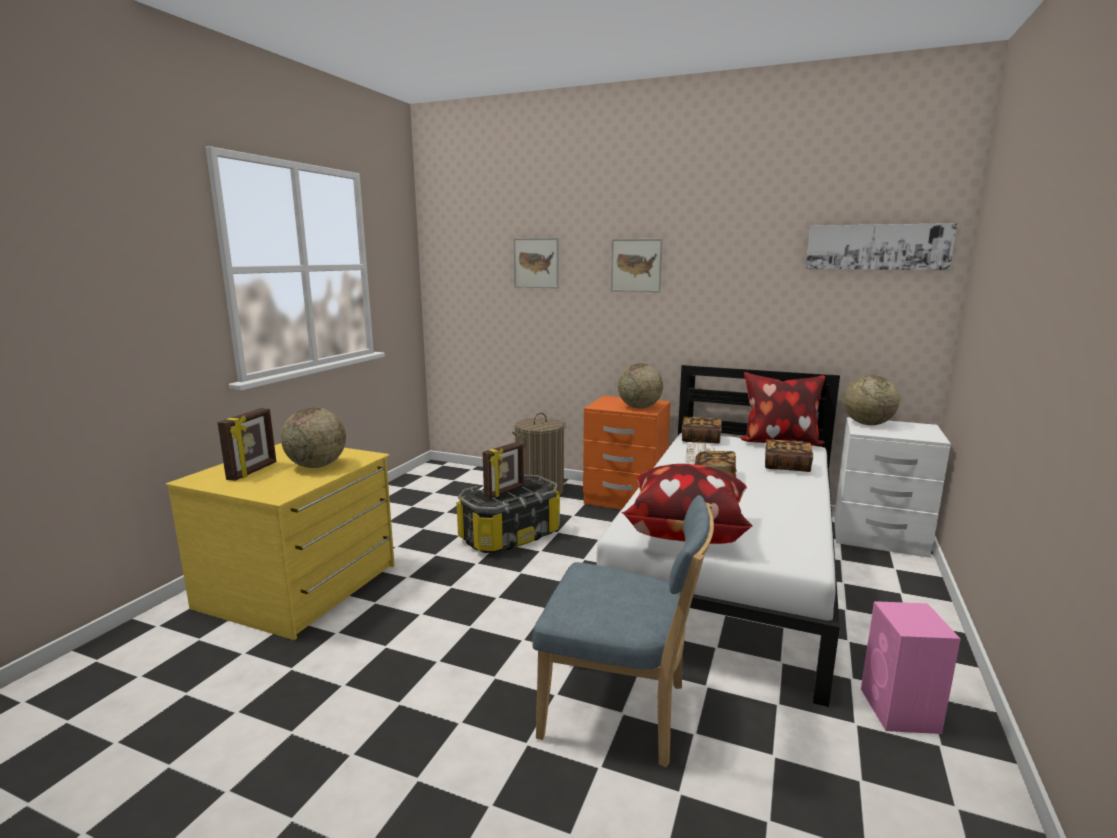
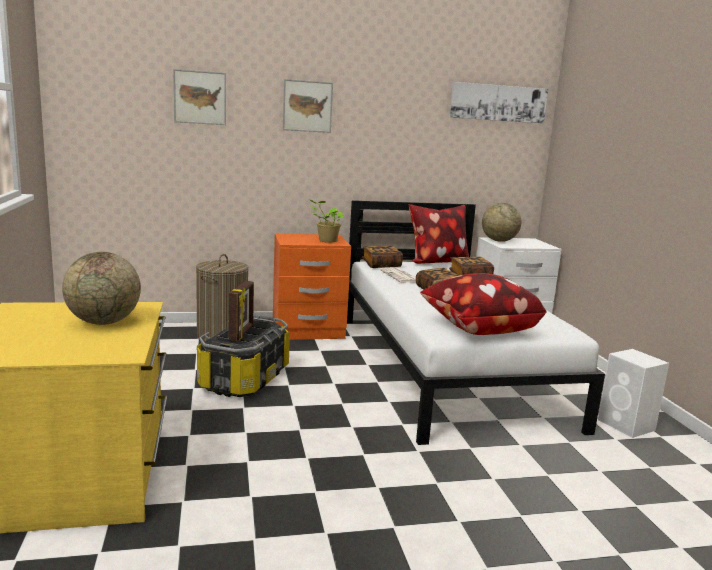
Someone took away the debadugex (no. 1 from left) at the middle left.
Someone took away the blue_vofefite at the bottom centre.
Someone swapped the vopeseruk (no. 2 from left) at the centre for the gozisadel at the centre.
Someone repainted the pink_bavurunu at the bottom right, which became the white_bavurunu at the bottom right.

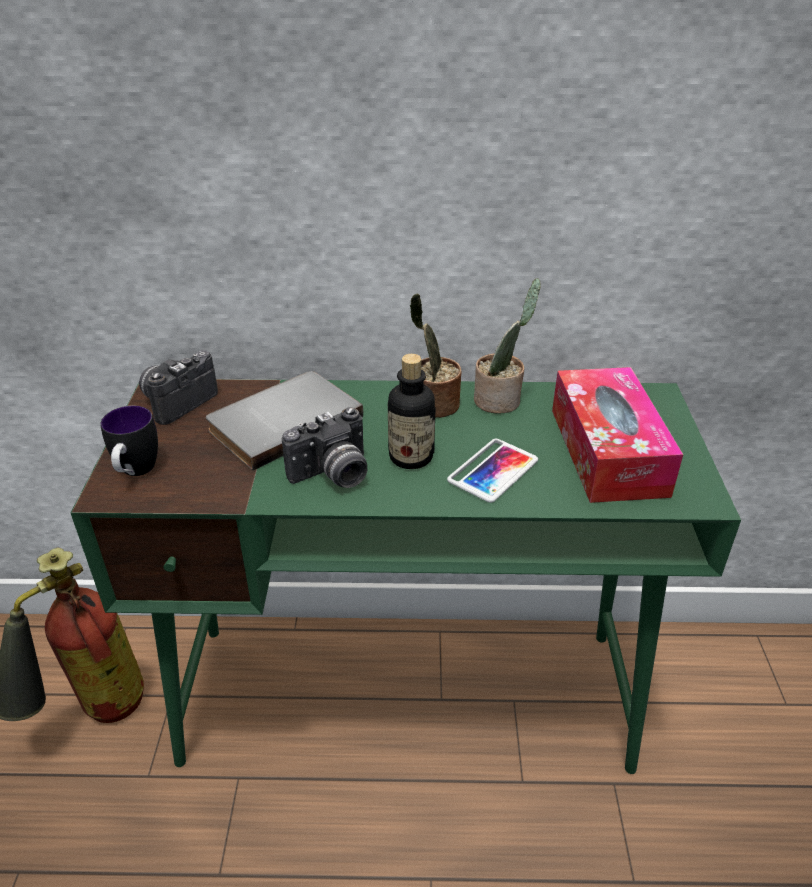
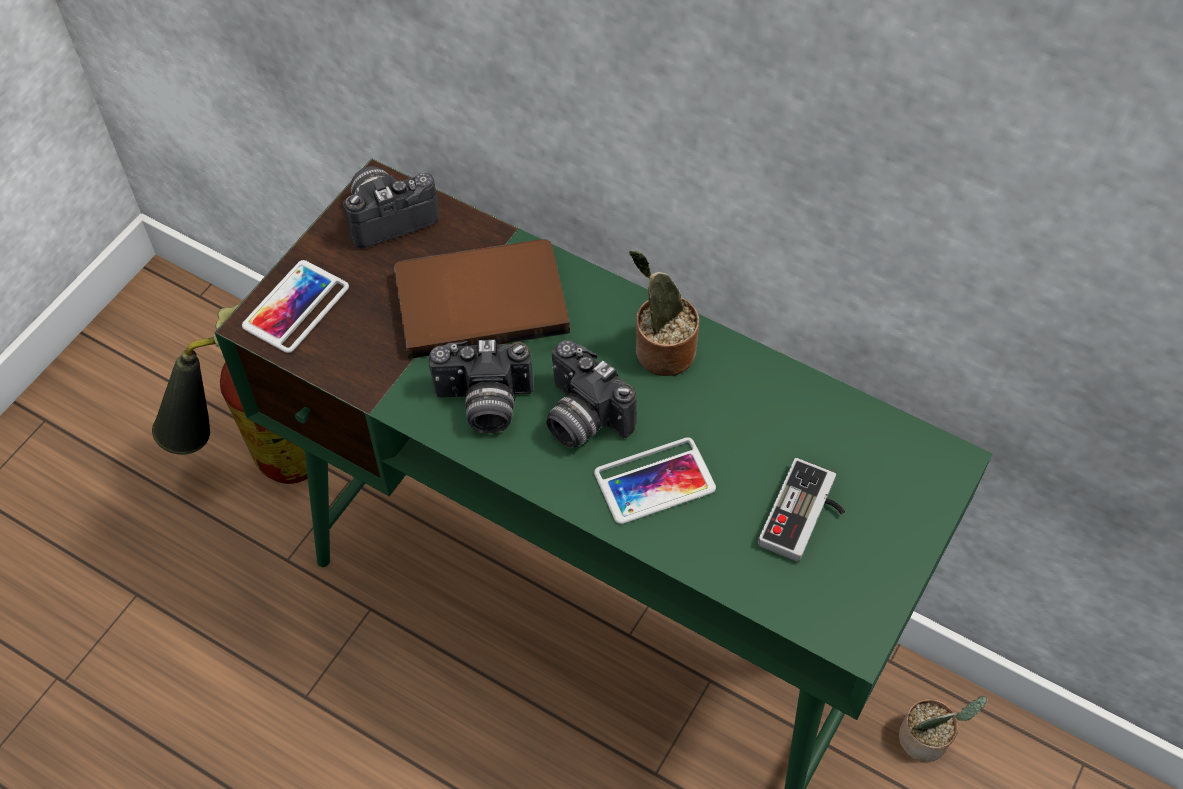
Someone swapped the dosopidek at the middle left for the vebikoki (no. 1 from left) at the middle left.
Someone repainted the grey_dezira at the centre, which became the brown_dezira at the centre.
Someone swapped the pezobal at the centre for the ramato (no. 3 from left) at the centre.
Someone carried the gozisadel (no. 2 from left) from the centre to the bottom right.
Someone swapped the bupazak at the middle right for the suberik at the middle right.

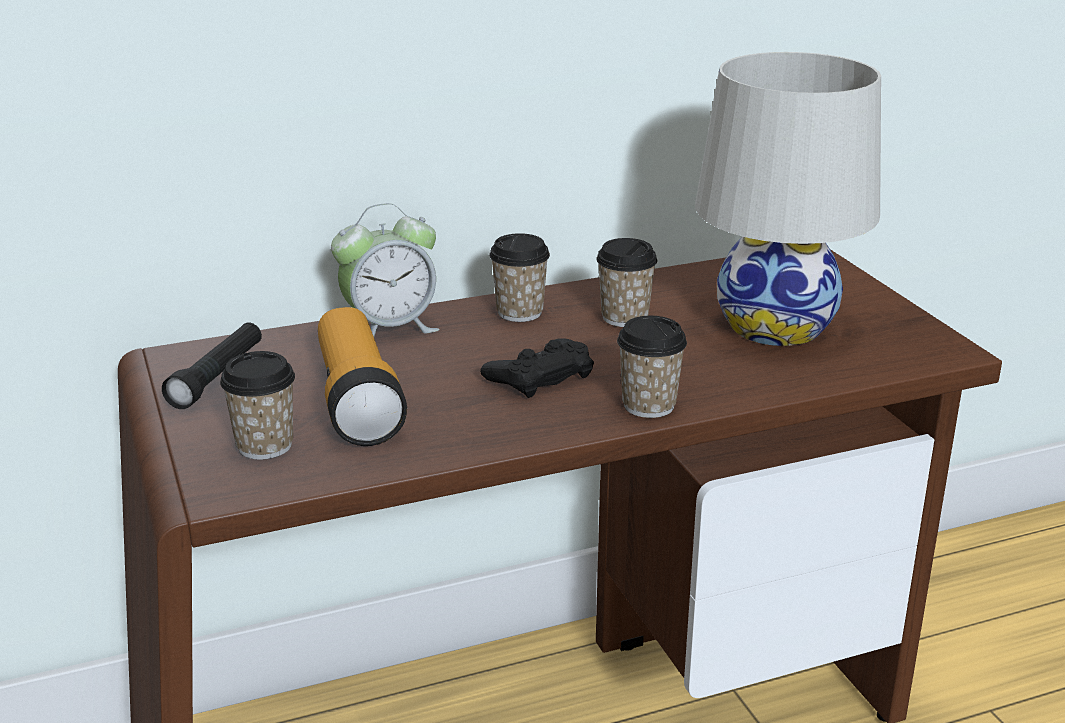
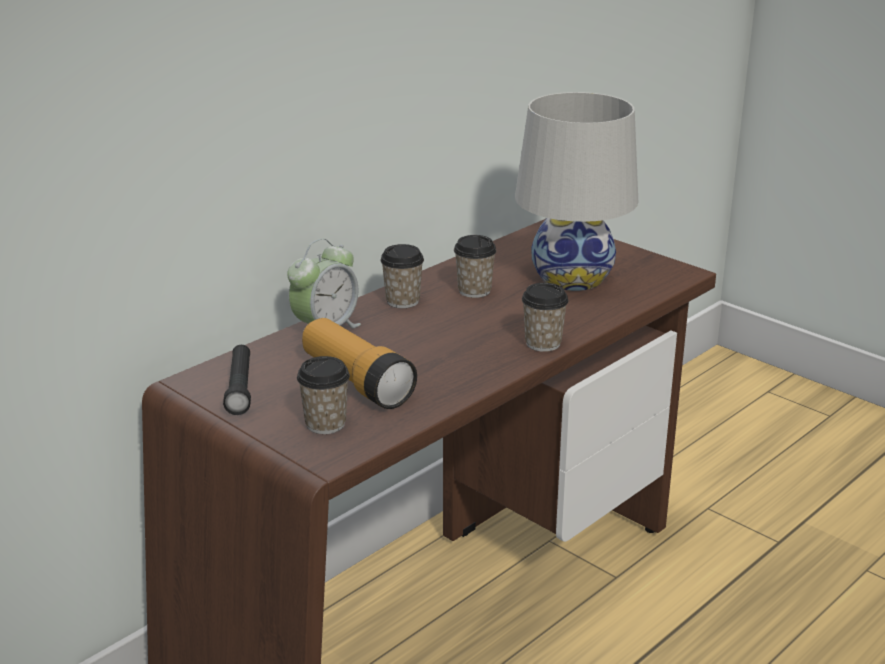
Someone took away the black_suberik at the centre.

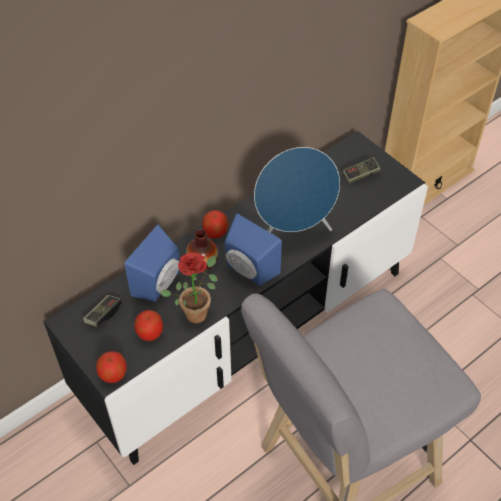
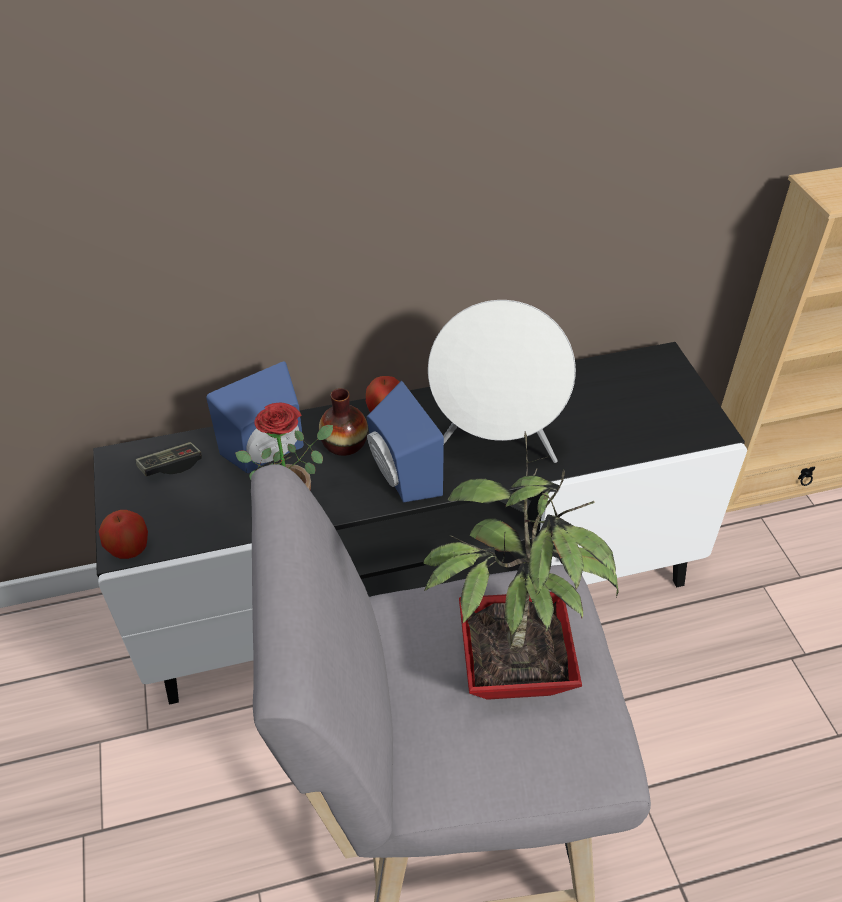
Someone took away the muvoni (no. 2 from left) at the middle left.
Someone repainted the blue_bavurunu (no. 3 from left) at the centre, which became the white_bavurunu at the centre.
Someone took away the suberik (no. 2 from left) at the middle right.
Someone put down the gozisadel (no. 2 from left) at the centre.

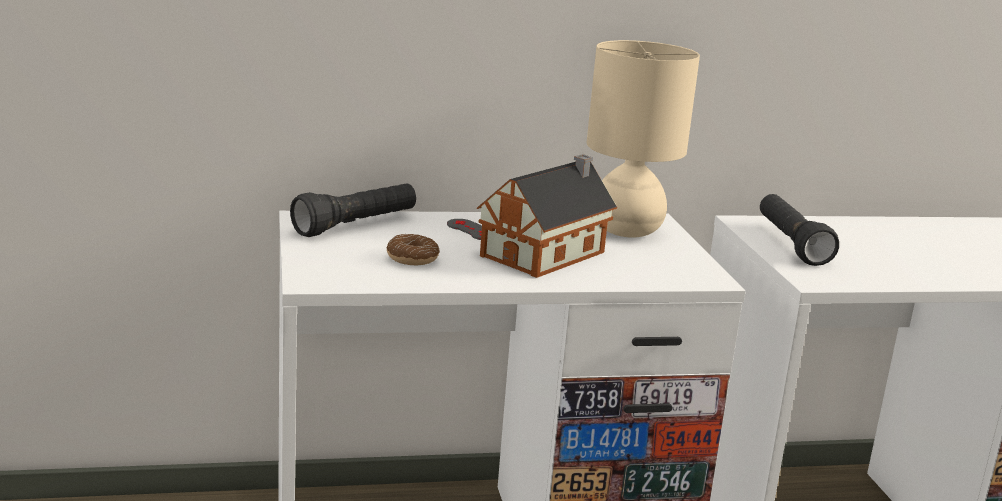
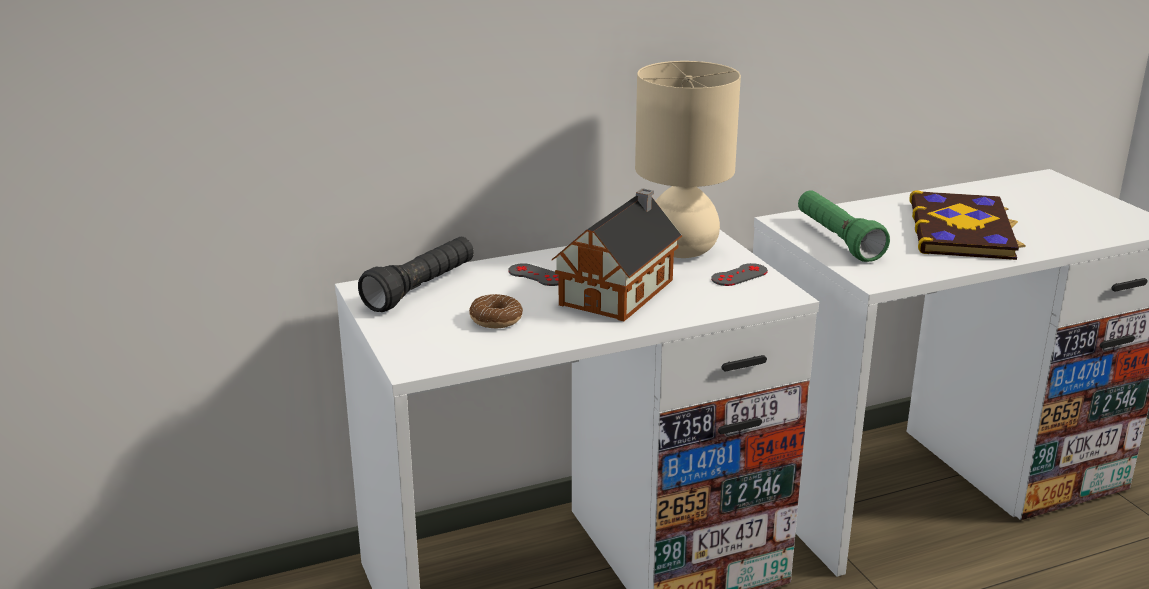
Someone repainted the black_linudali (no. 2 from left) at the middle right, which became the green_linudali at the middle right.
Someone put down the grey_suberik (no. 2 from left) at the centre.
Someone put down the dezira at the middle right.

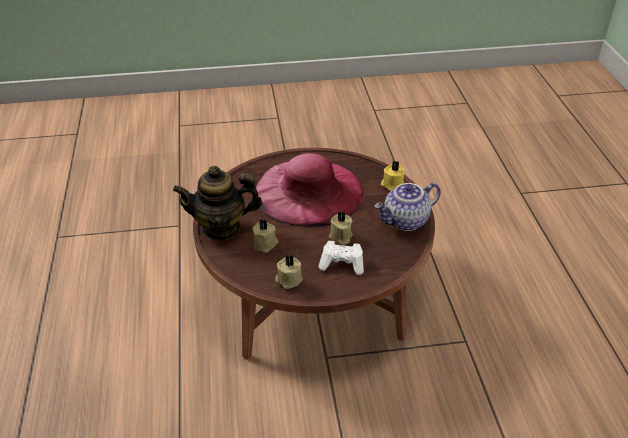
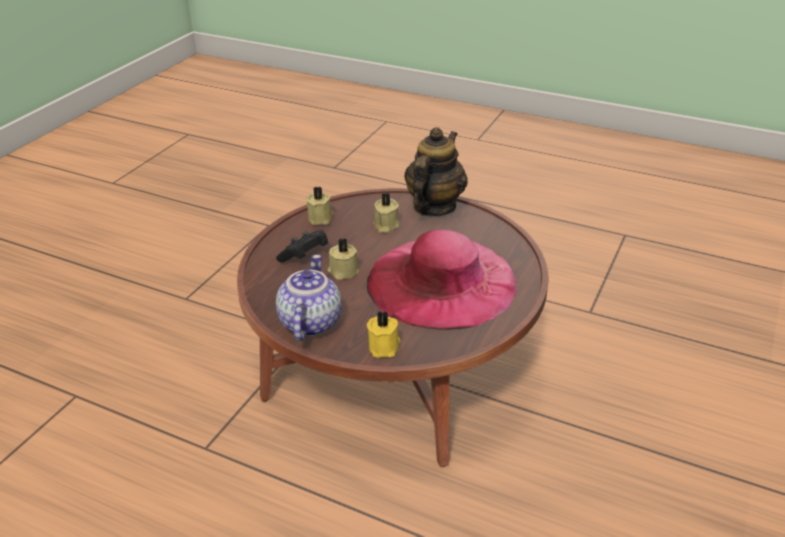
Someone repainted the white_suberik at the centre, which became the black_suberik at the centre.

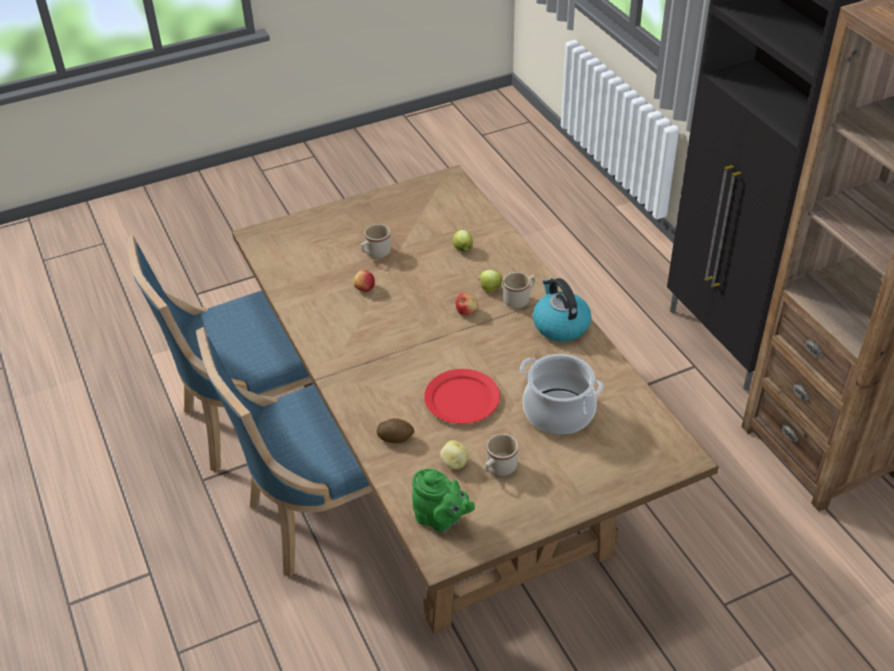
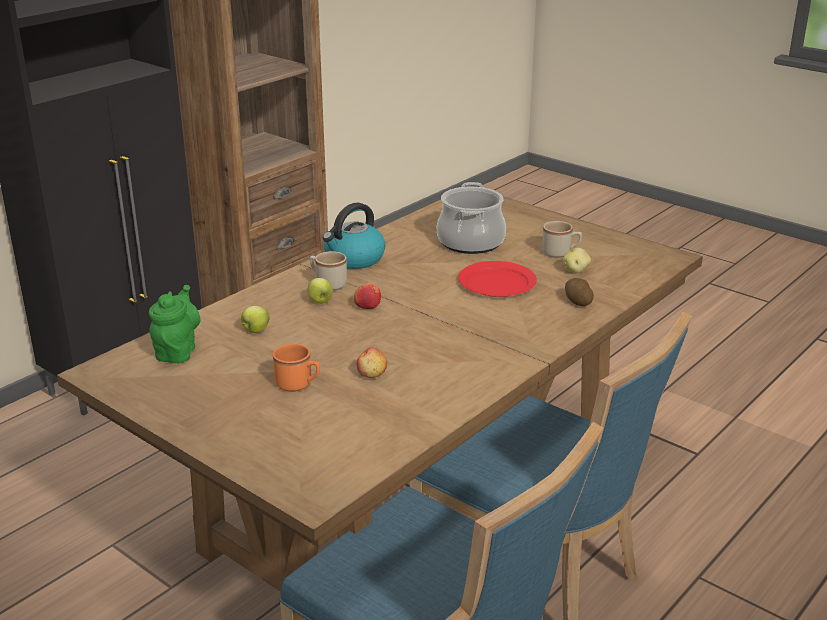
Someone repainted the beige_dosopidek (no. 1 from left) at the centre, which became the orange_dosopidek at the centre.
Someone carried the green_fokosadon from the bottom centre to the middle left.

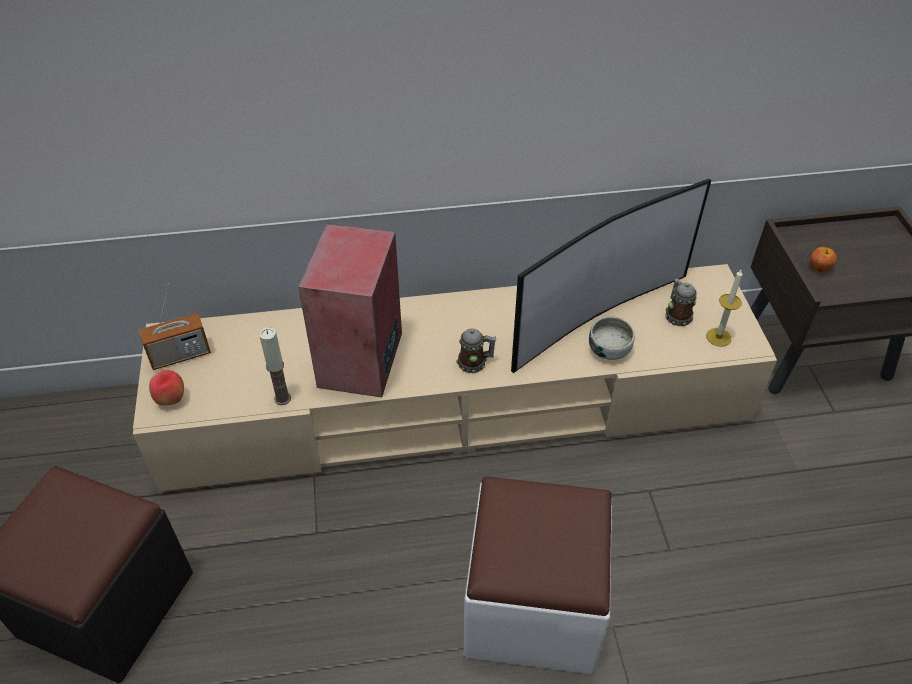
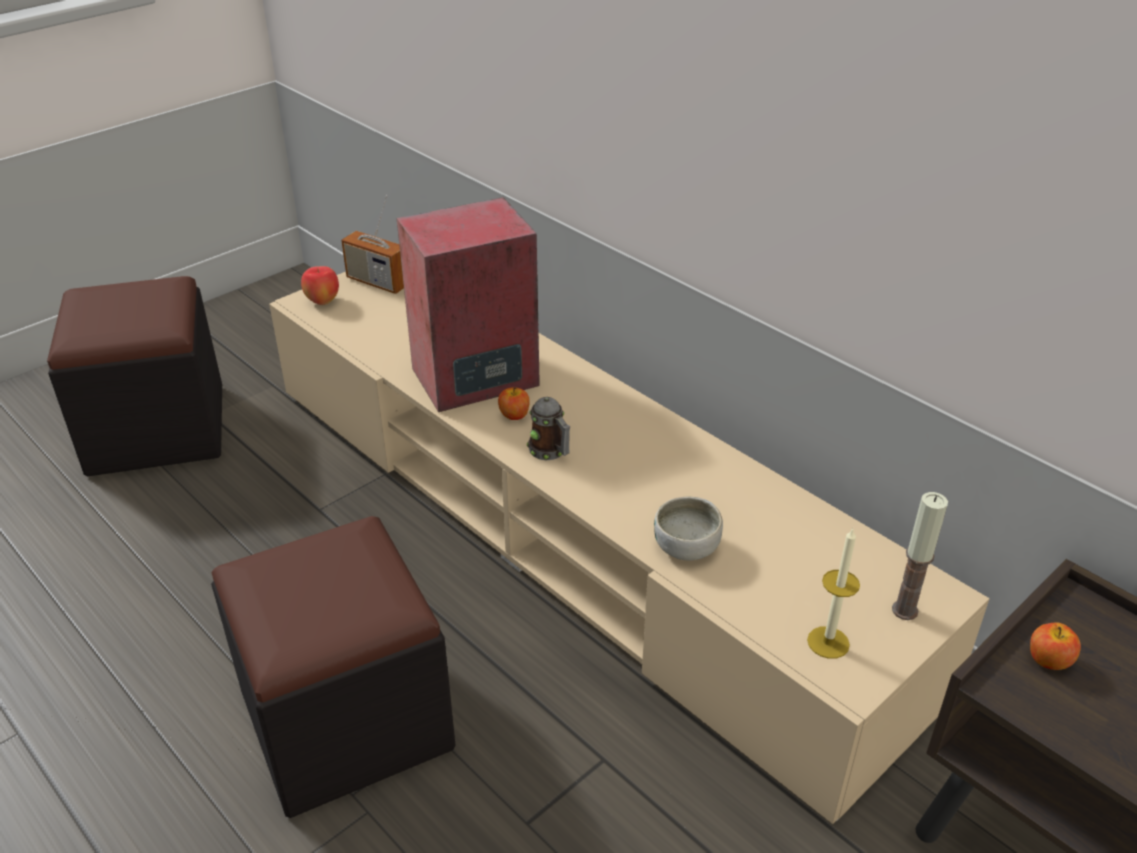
Someone carried the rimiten (no. 1 from left in the first image) from the middle left to the middle right.
Someone repainted the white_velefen at the bottom centre, which became the black_velefen (no. 2 from left) at the bottom left.
Someone took away the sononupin at the middle right.
Someone took away the dosopidek (no. 2 from left) at the middle right.
Someone put down the muvoni (no. 2 from left) at the centre.

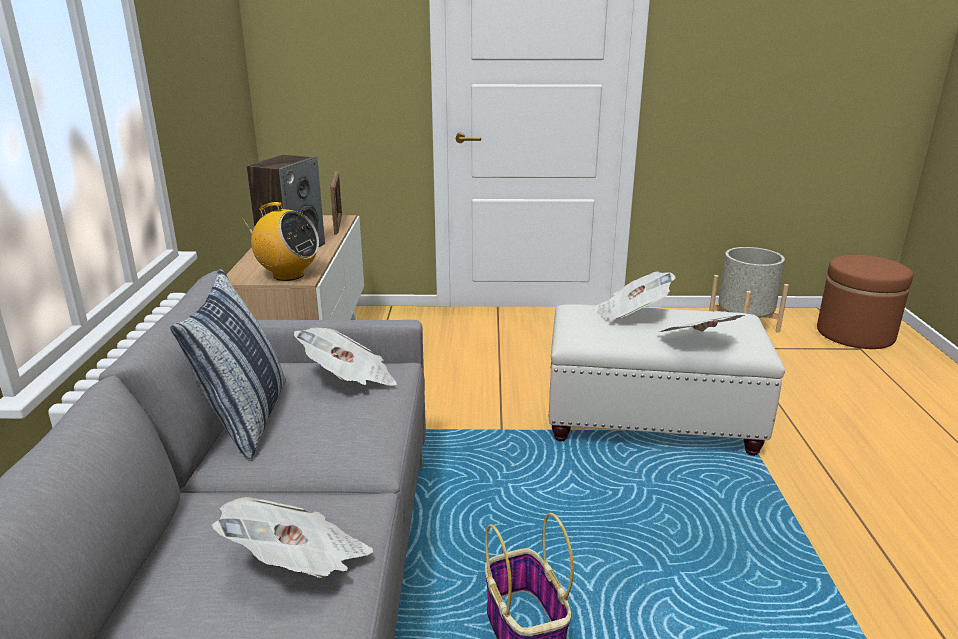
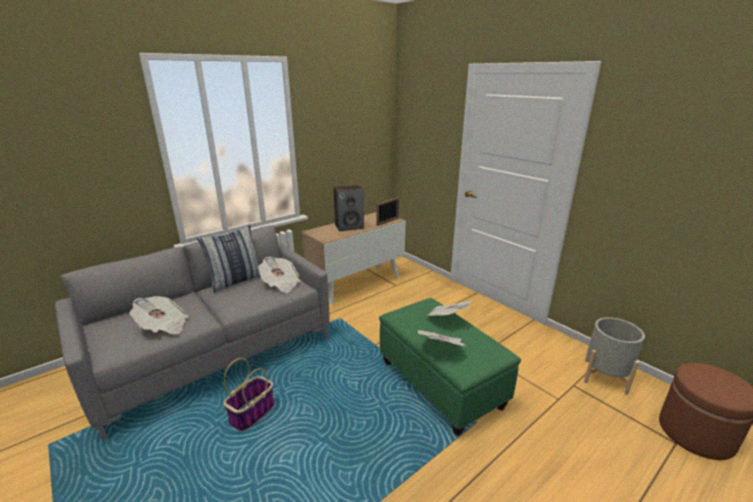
Someone took away the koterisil at the middle left.
Someone repainted the white_velefen at the middle right, which became the green_velefen at the bottom centre.

